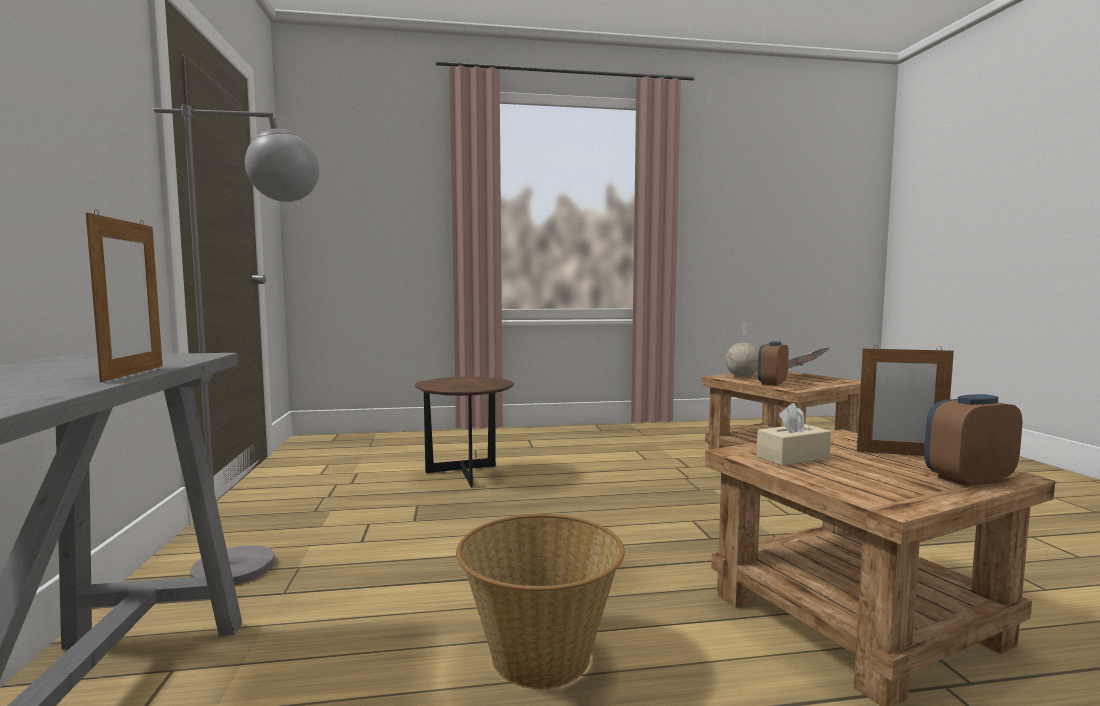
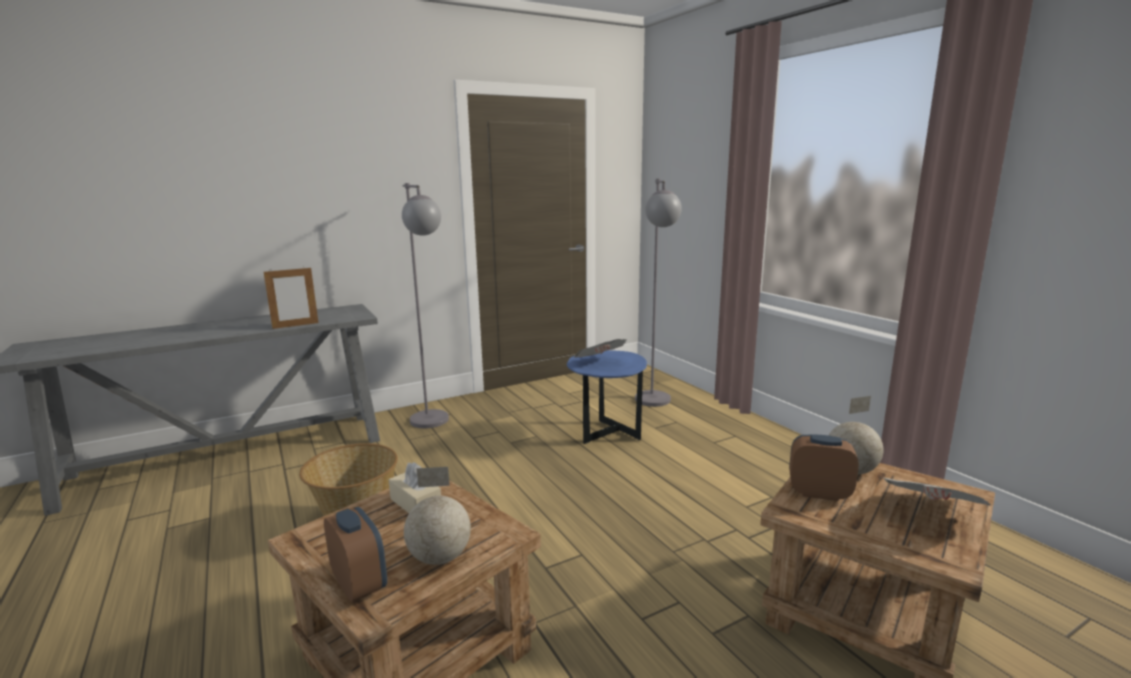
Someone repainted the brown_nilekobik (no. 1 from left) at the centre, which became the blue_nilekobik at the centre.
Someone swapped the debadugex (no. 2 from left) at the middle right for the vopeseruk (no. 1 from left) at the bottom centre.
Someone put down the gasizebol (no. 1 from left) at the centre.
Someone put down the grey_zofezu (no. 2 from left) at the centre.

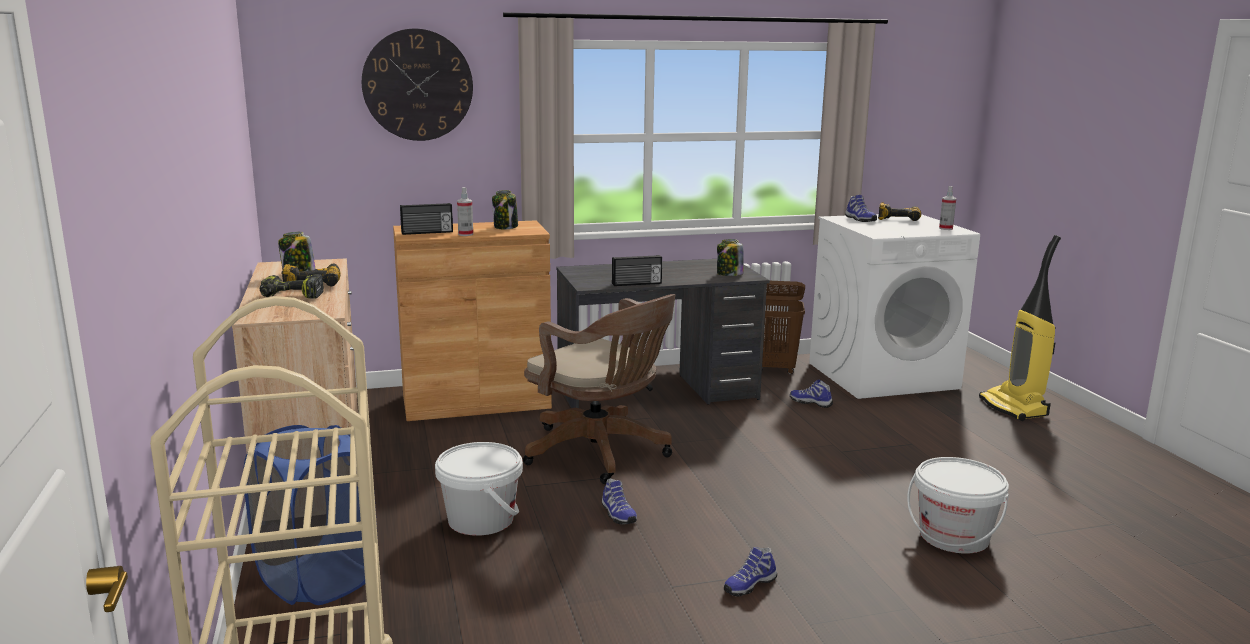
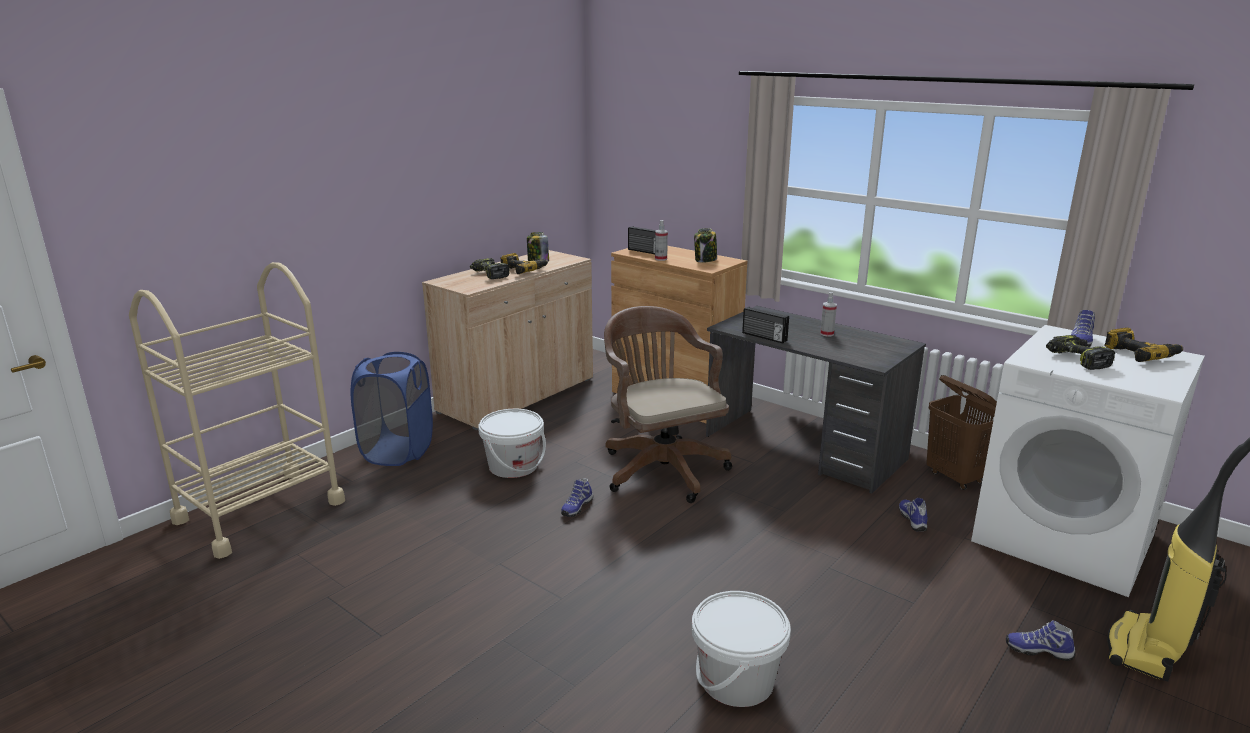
Someone took away the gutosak at the top centre.
Someone rotated the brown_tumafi at the centre by 150 degrees clockwise.
Someone took away the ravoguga (no. 3 from left) at the centre.
Someone carried the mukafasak (no. 2 from left in the first image) from the bottom centre to the bottom right.
Someone carried the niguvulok (no. 2 from left) from the top right to the centre.
Someone put down the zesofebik (no. 3 from left) at the middle right.

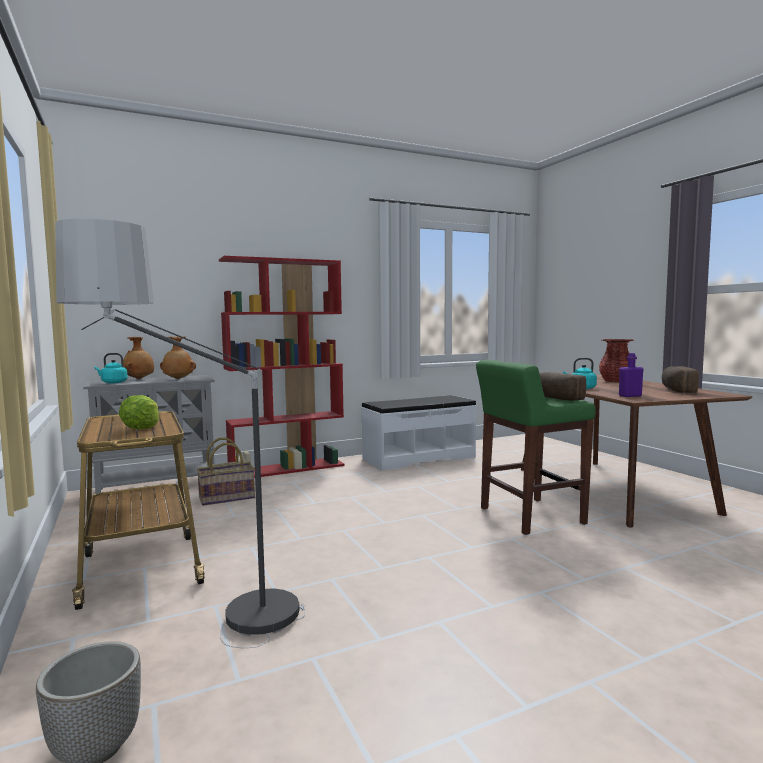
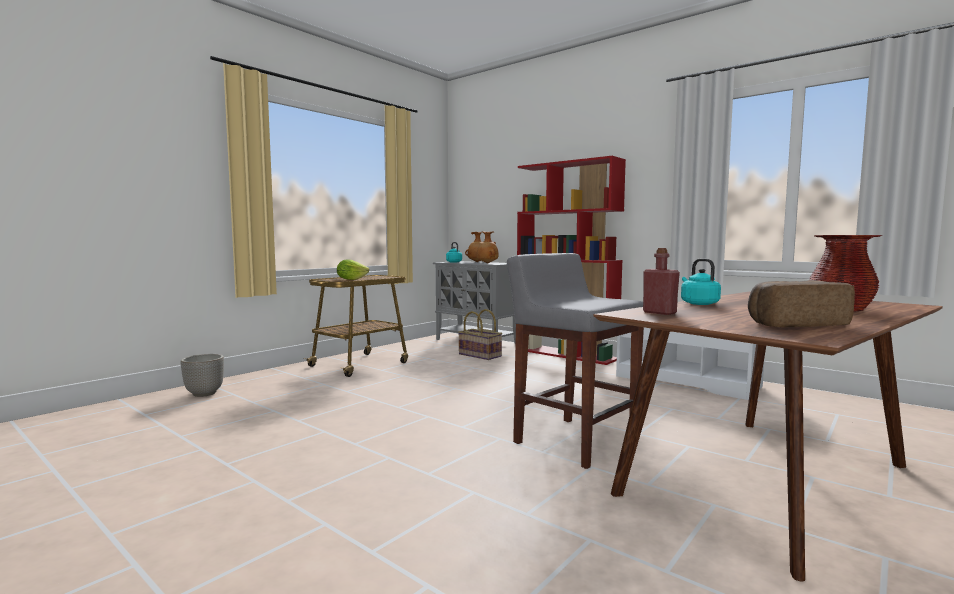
Someone took away the zofezu at the middle left.
Someone repainted the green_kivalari at the middle right, which became the grey_kivalari at the centre.
Someone took away the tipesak (no. 1 from left) at the middle right.
Someone repainted the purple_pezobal at the middle right, which became the red_pezobal at the middle right.

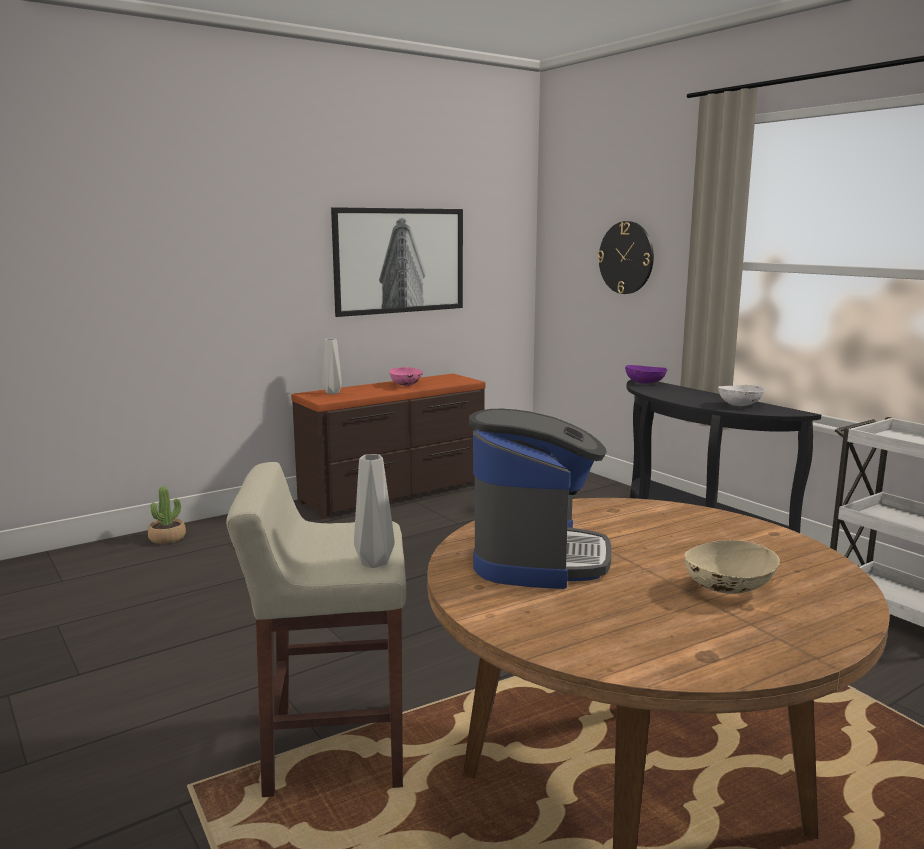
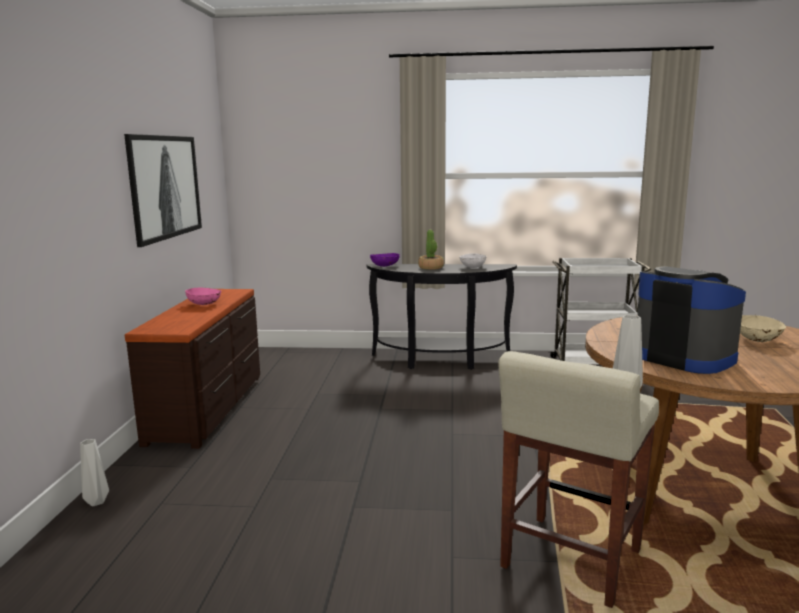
Someone carried the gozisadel from the middle left to the centre.
Someone carried the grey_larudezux (no. 1 from left) from the centre to the bottom left.
Someone took away the gutosak at the top right.

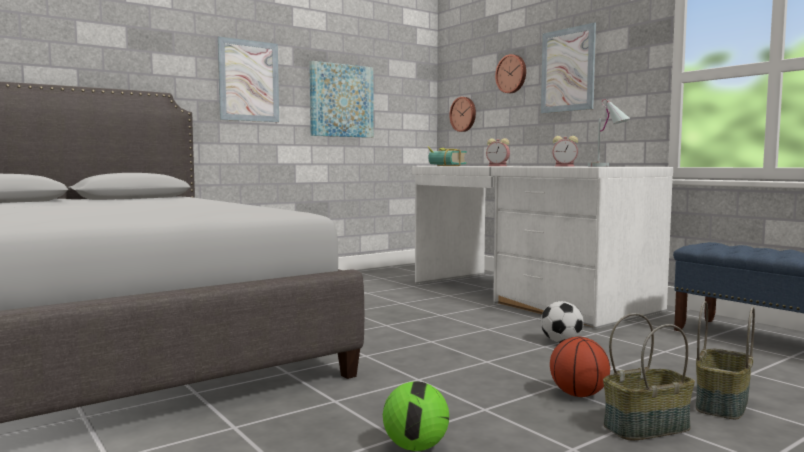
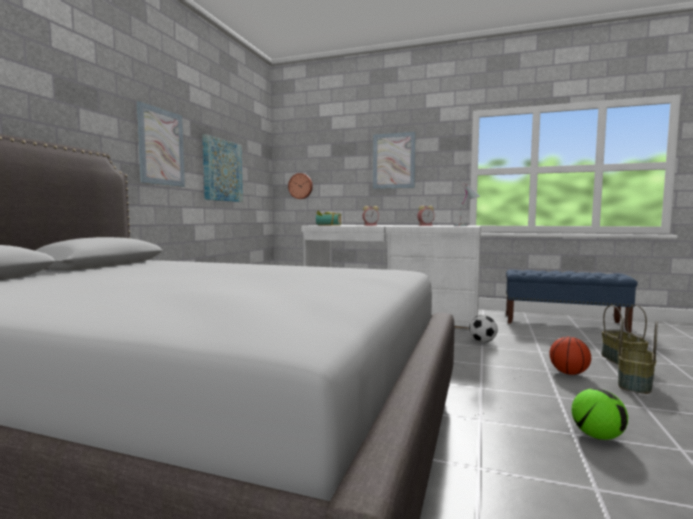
Someone took away the gutosak (no. 2 from left) at the top centre.

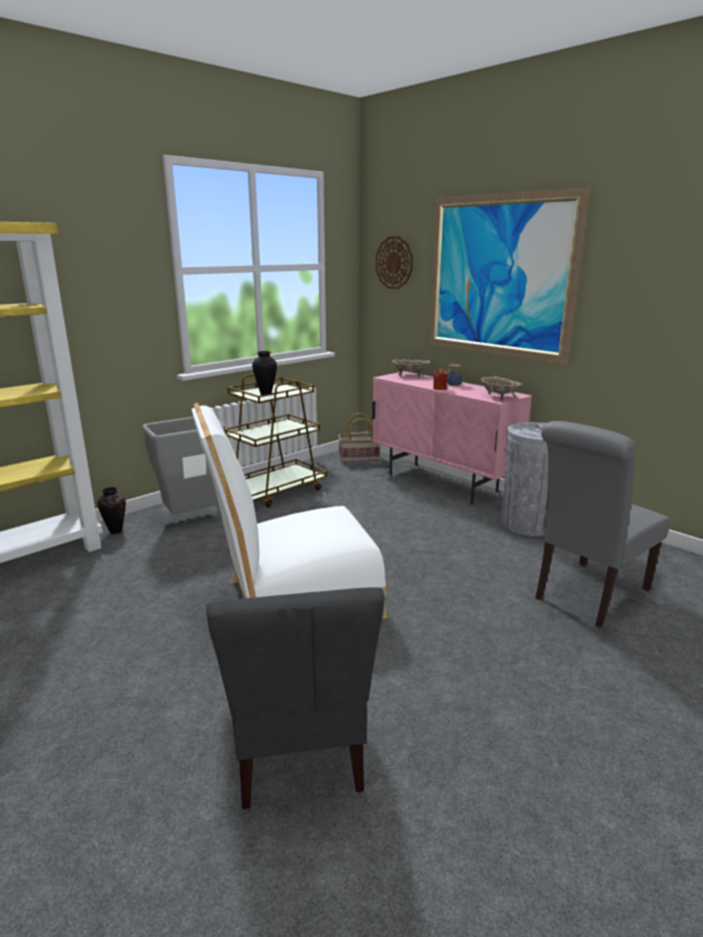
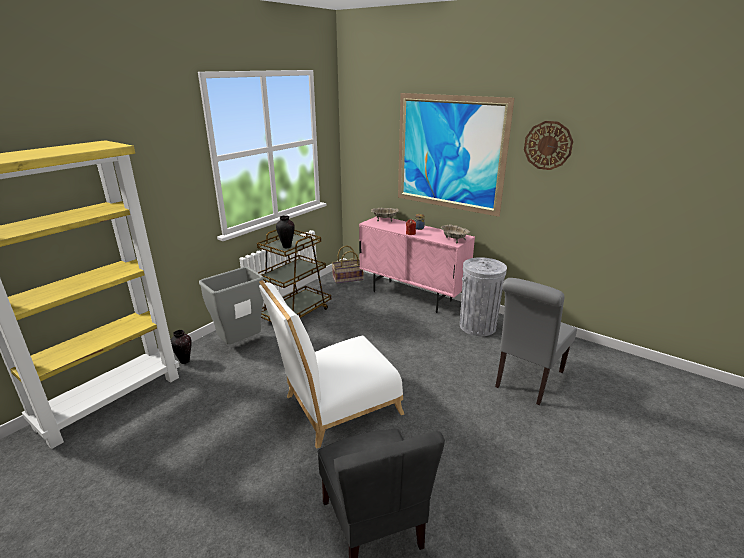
Someone carried the gutosak from the top centre to the top right.

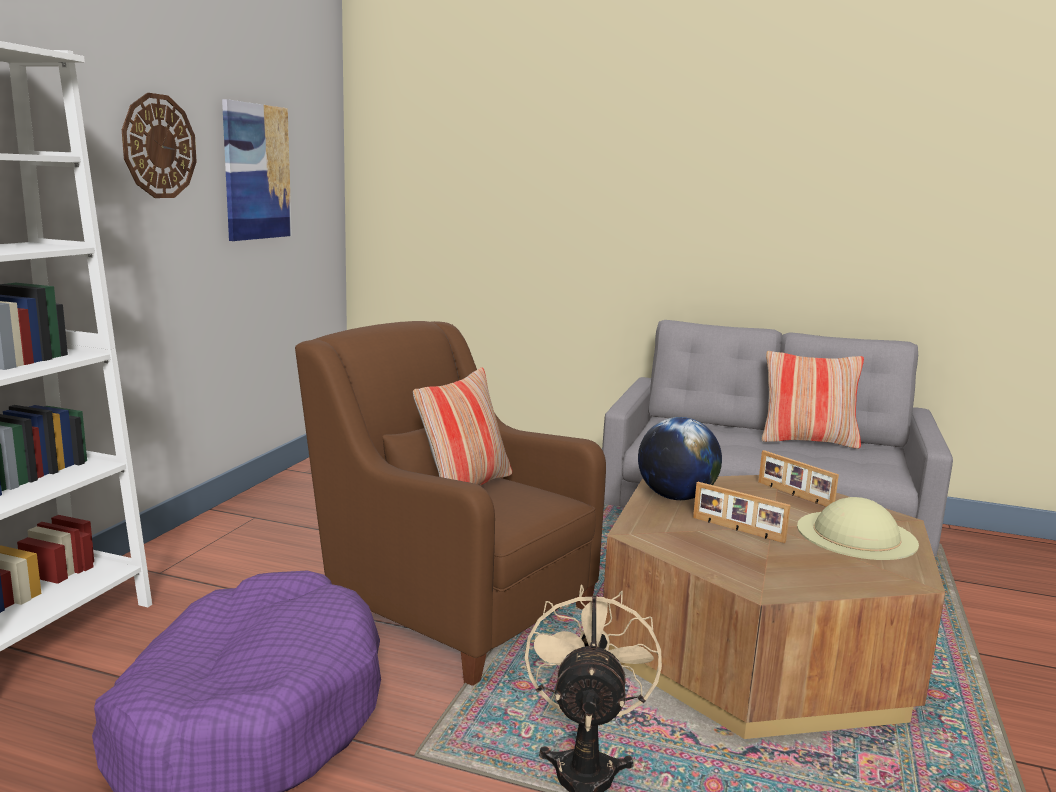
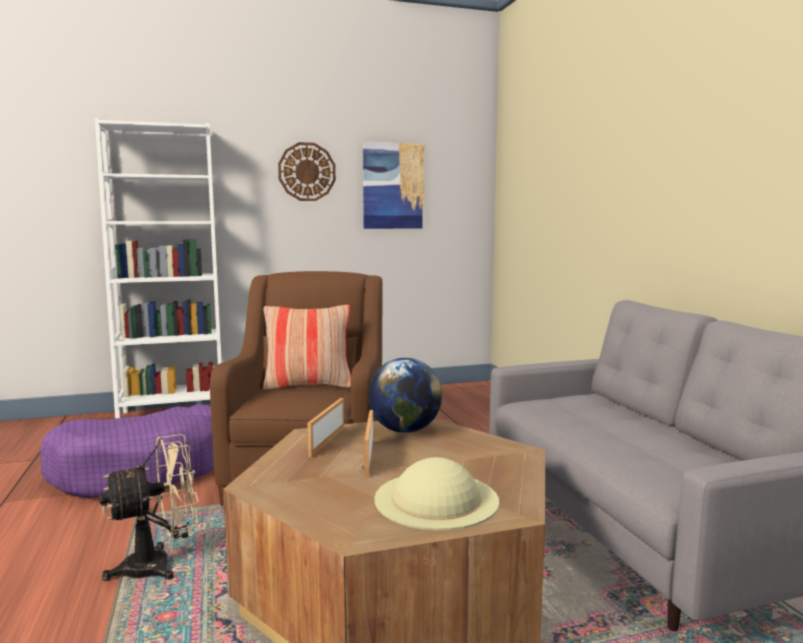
Someone carried the debadugex (no. 2 from left in the first image) from the middle right to the centre.
Someone took away the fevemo (no. 2 from left) at the middle right.

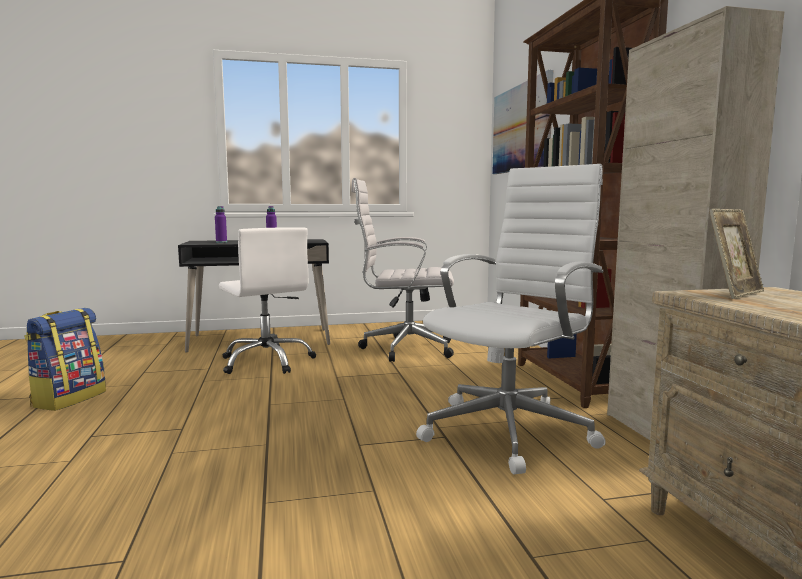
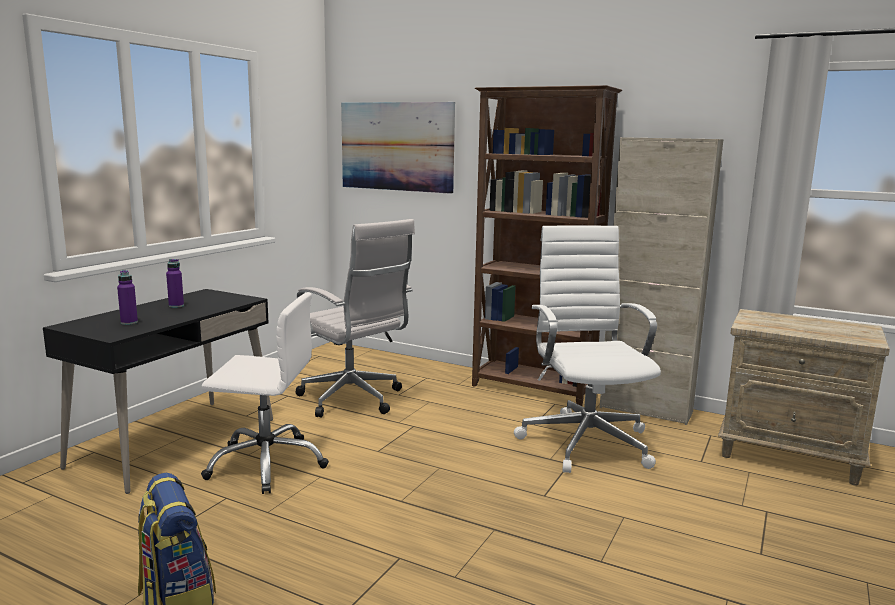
Someone rotated the white_tumafi (no. 2 from left) at the centre by 90 degrees counterclockwise.
Someone took away the debadugex at the middle right.

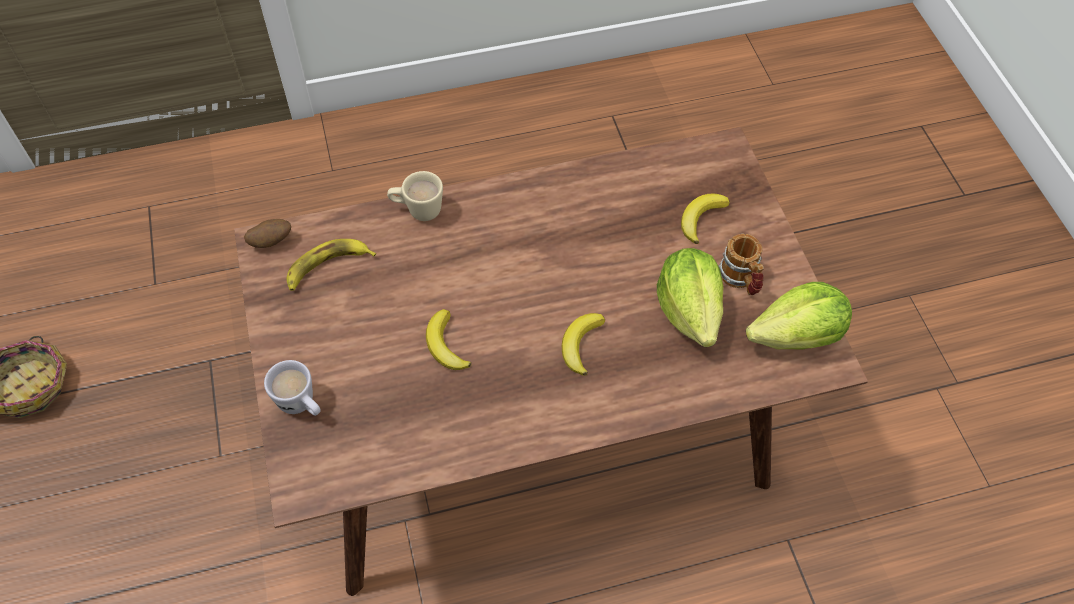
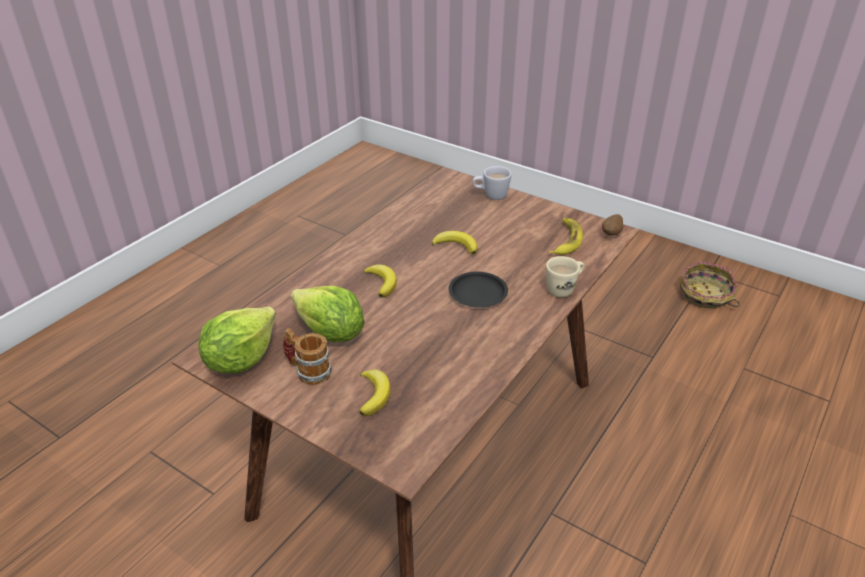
Someone put down the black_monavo at the centre.

